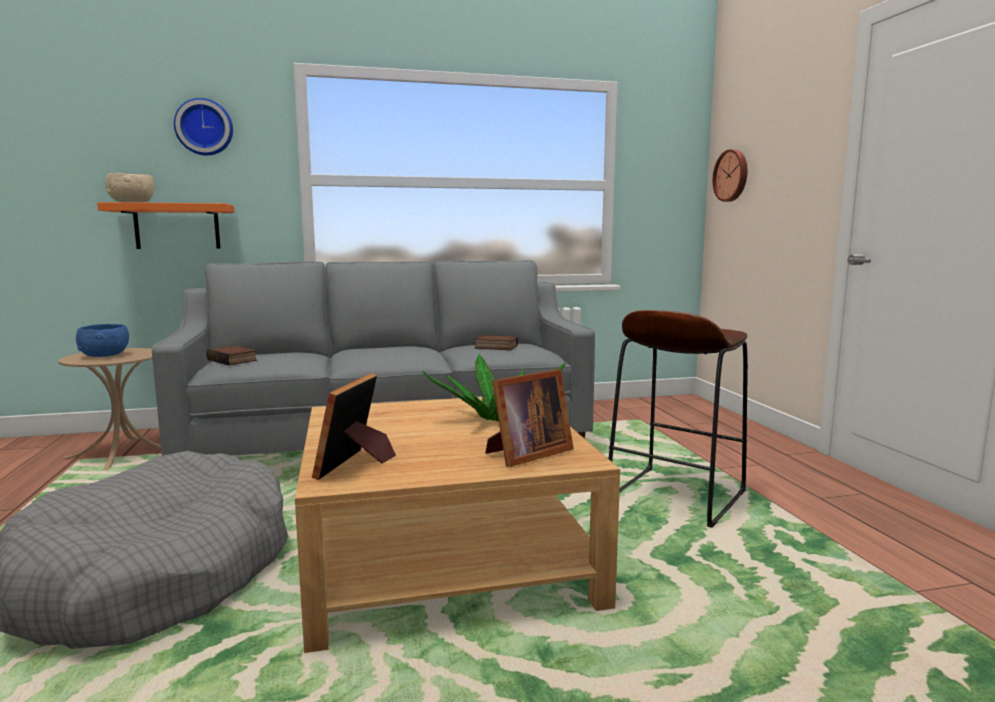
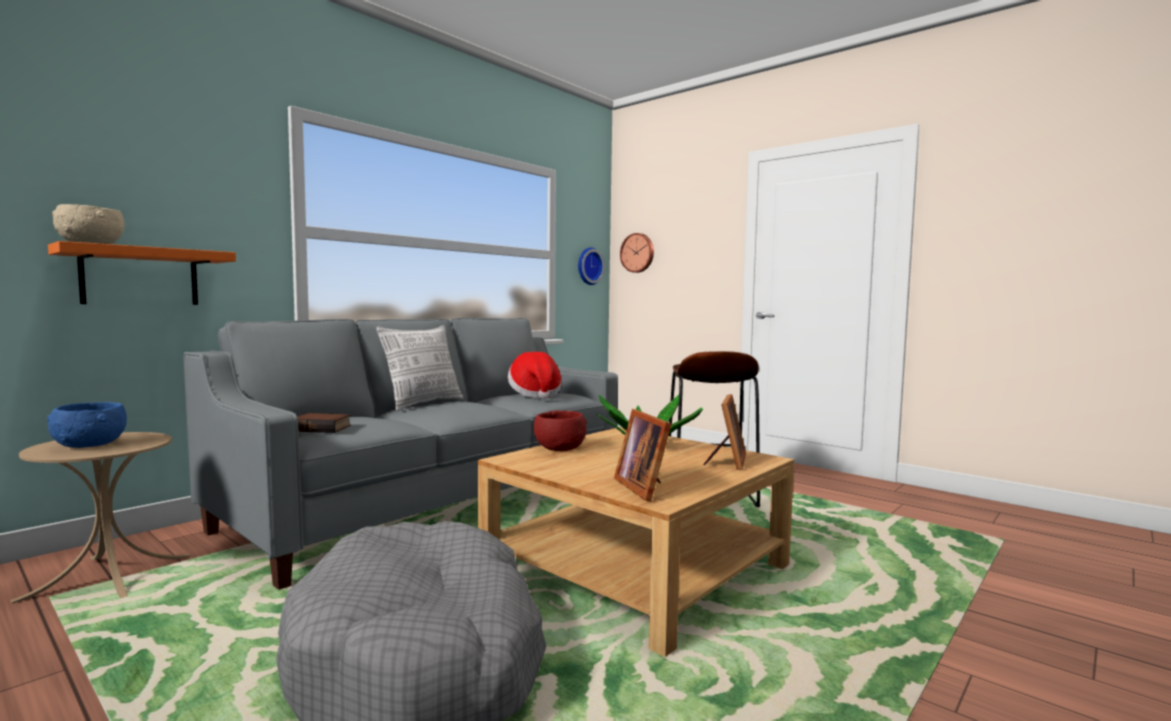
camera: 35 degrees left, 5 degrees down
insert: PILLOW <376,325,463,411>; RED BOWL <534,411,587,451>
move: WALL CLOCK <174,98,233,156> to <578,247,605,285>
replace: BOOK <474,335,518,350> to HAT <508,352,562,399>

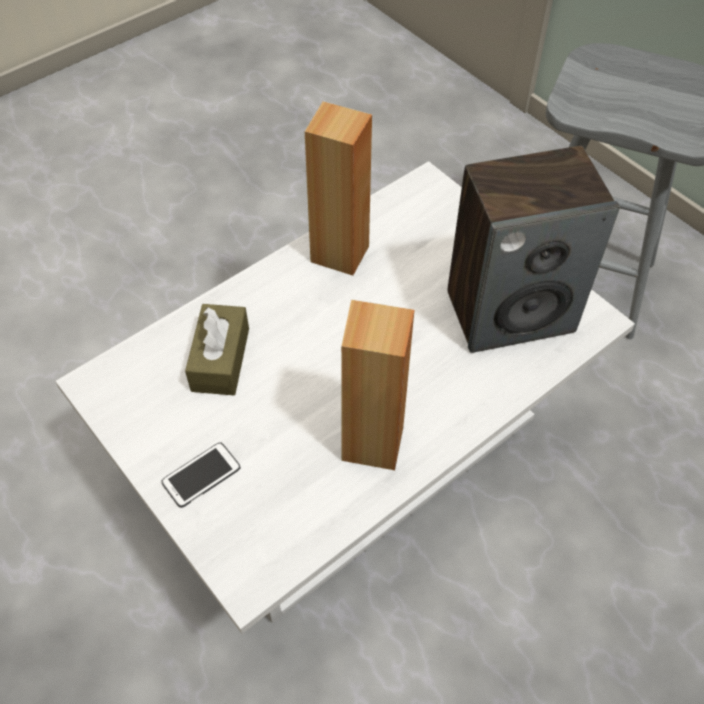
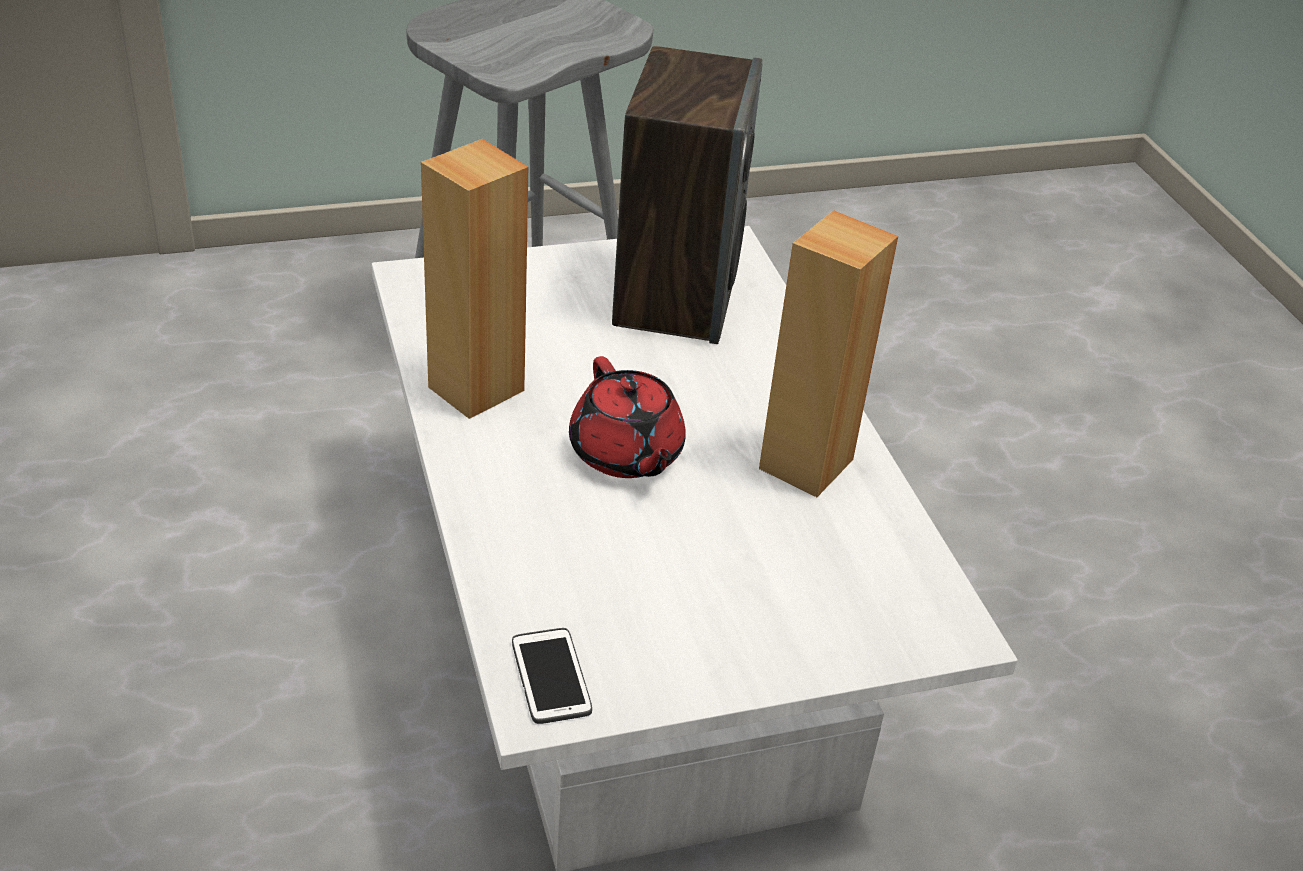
camera: 70 degrees left, 15 degrees down
delete: BROWN TISSUE BOX <185,304,249,395>
insert: RED TEAPOT <569,356,686,478>
move: PHONE <161,442,240,508> to <512,628,592,724>

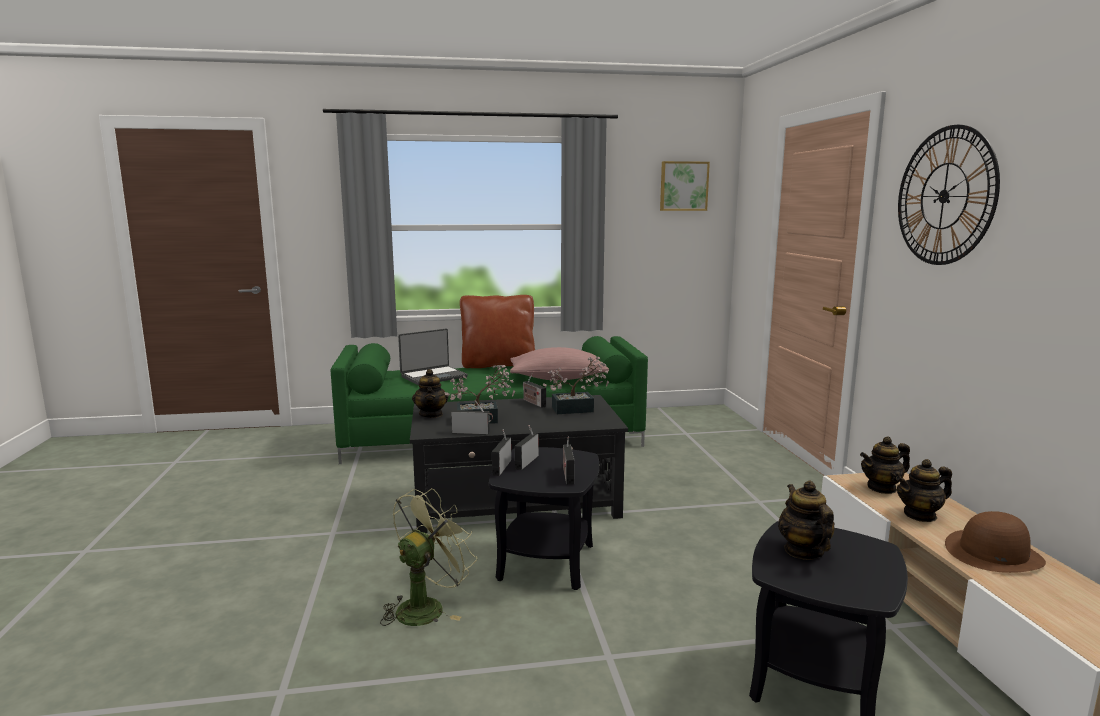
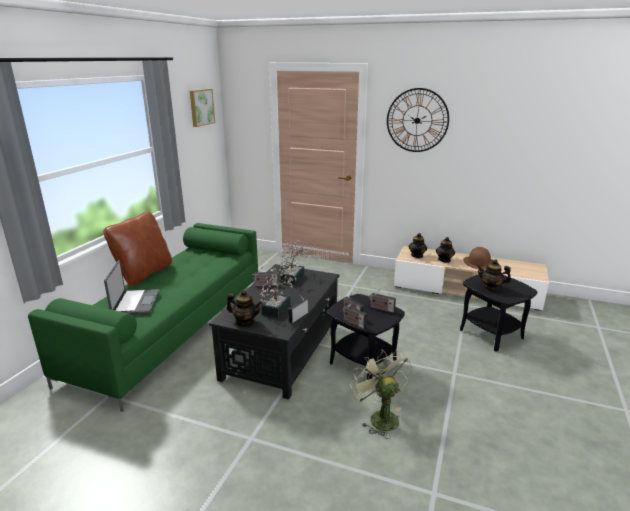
camera: 60 degrees left, 10 degrees up
delete: PINK PILLOW <510,347,609,380>

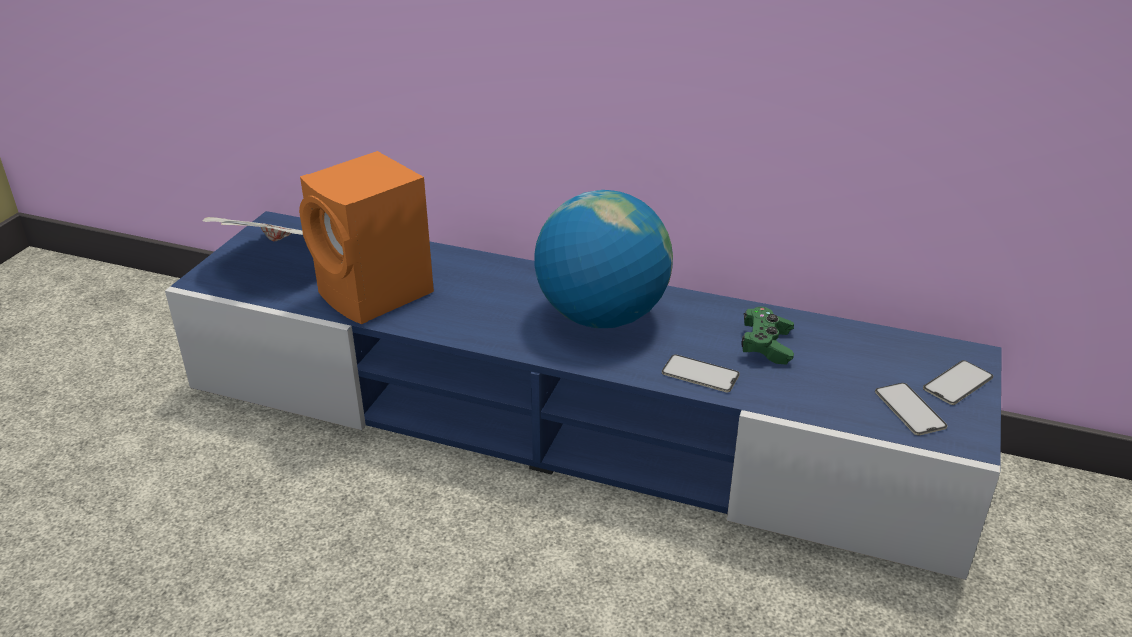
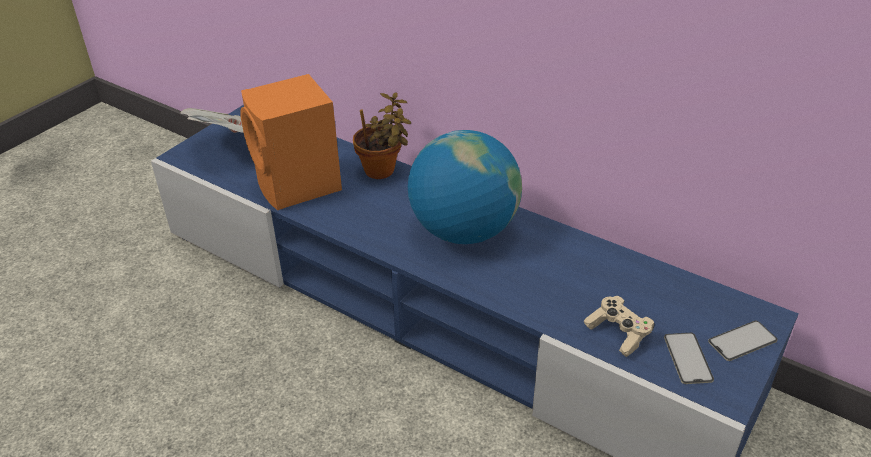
camera: 15 degrees right, 5 degrees up
delete: PHONE <662,354,740,392>; GREEN GAME CONTROLLER <741,307,794,365>
insert: POTTED PLANT <353,92,411,179>; BEIGE GAME CONTROLLER <584,296,655,357>

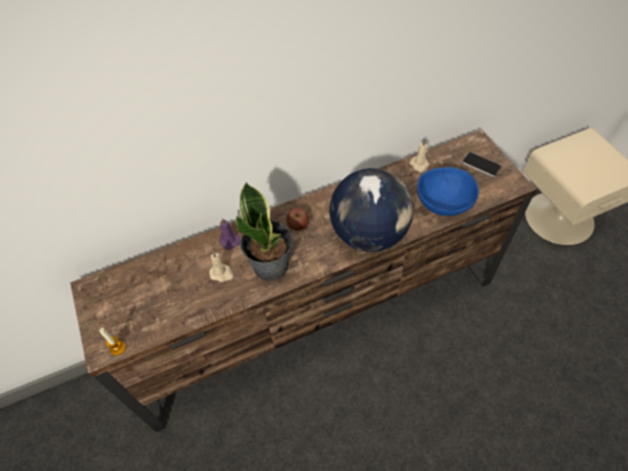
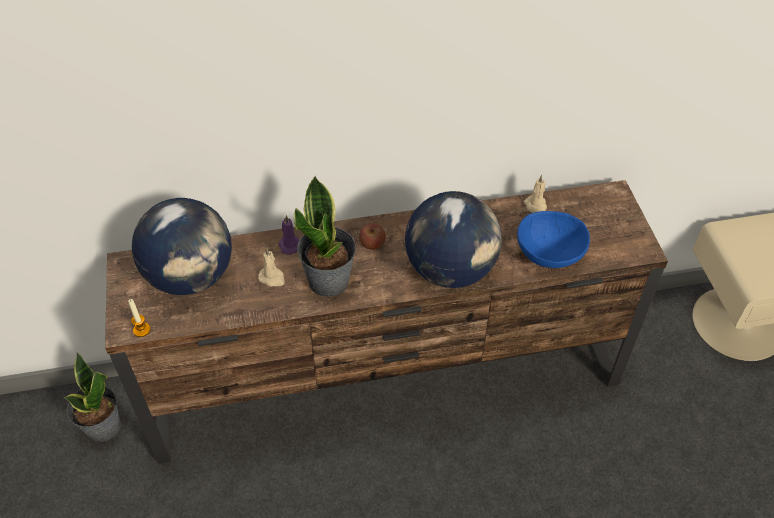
camera: 10 degrees right, 5 degrees down
delete: PHONE <462,152,502,177>
insert: POTTED PLANT <64,352,121,442>; GLOBE <132,198,232,295>

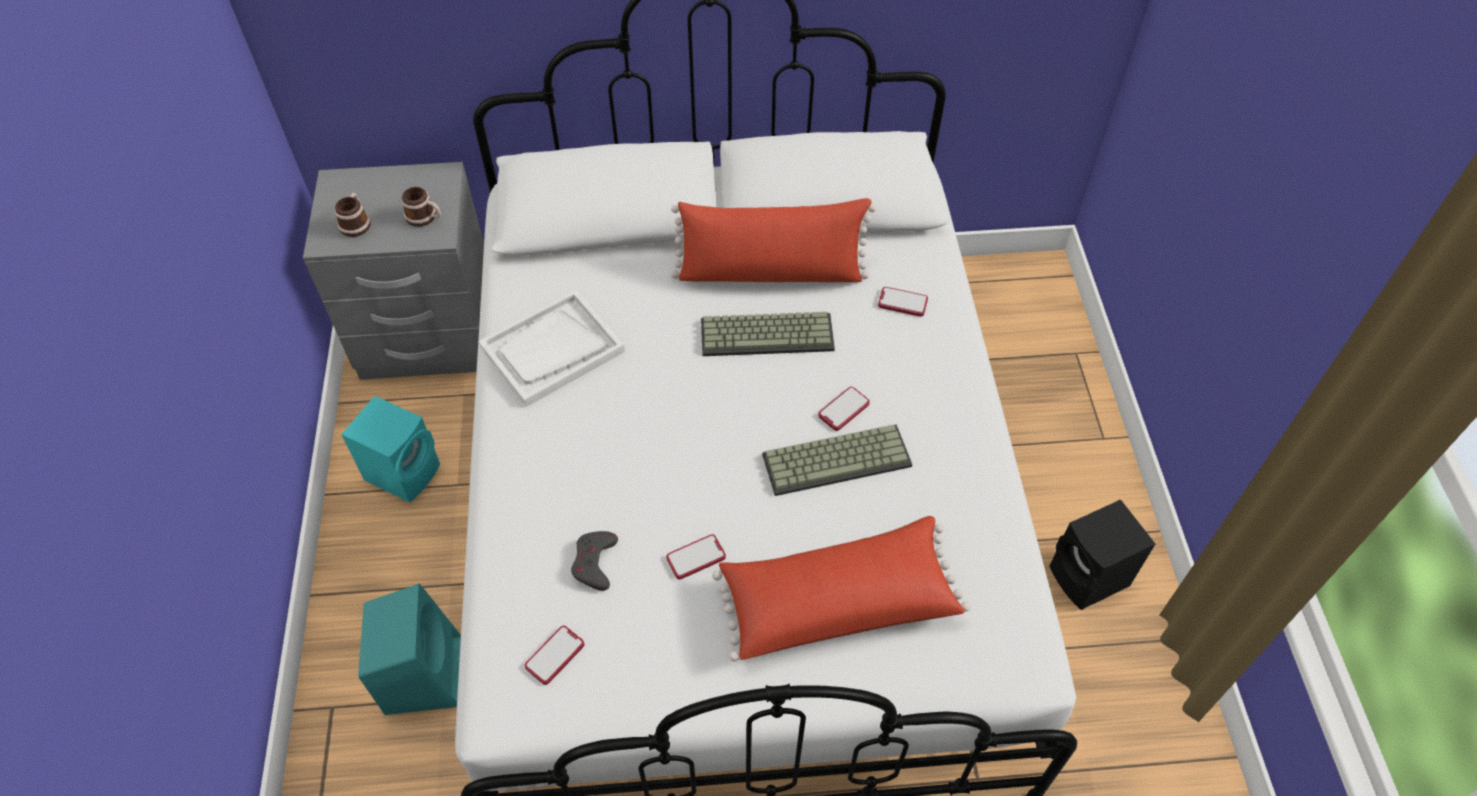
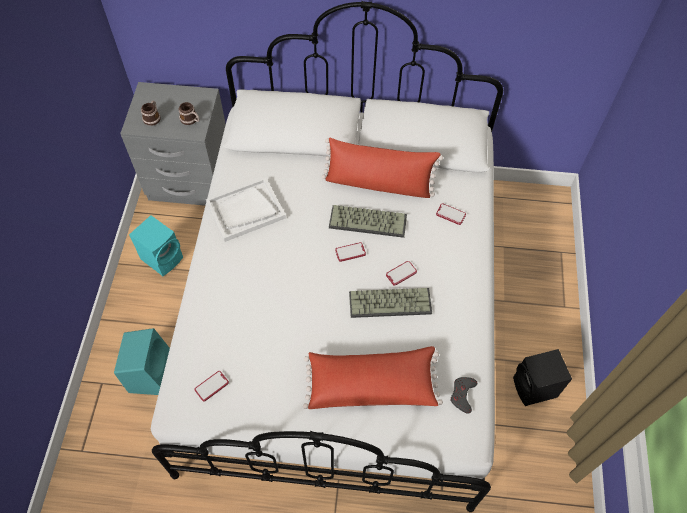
camera: 10 degrees right, 5 degrees up
move: PHONE <666,534,726,580> to <335,242,366,262>; GREY GAME CONTROLLER <571,531,618,591> to <450,377,477,414>

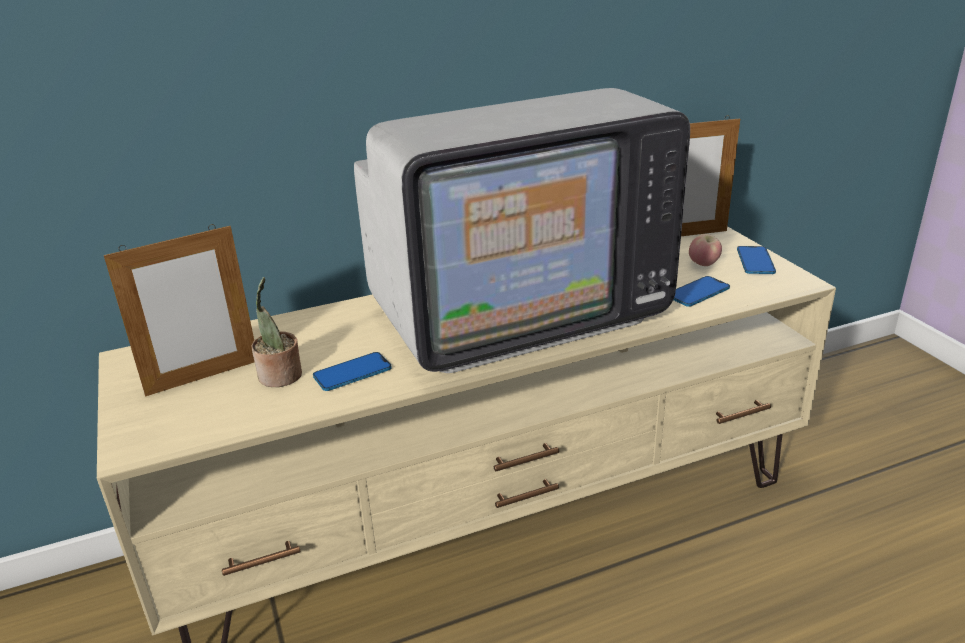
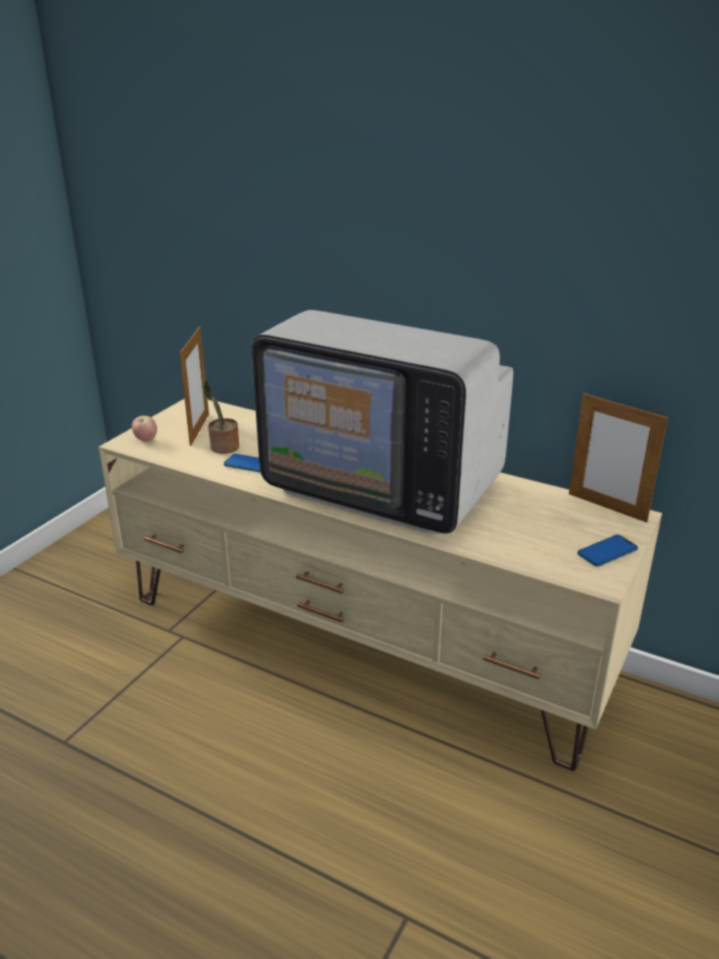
camera: 50 degrees right, 0 degrees up
delete: PHONE <674,276,730,307>
move: APPLE <689,234,722,266> to <132,416,157,441>
rotate: PICTURE FRAME <104,224,254,396> = <180,326,209,446> 105 degrees counterclockwise

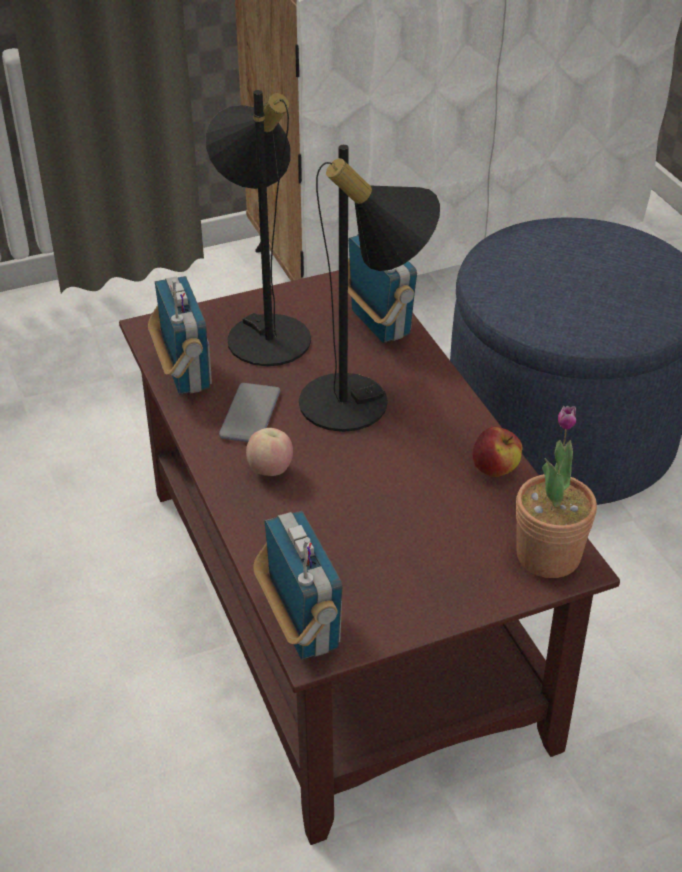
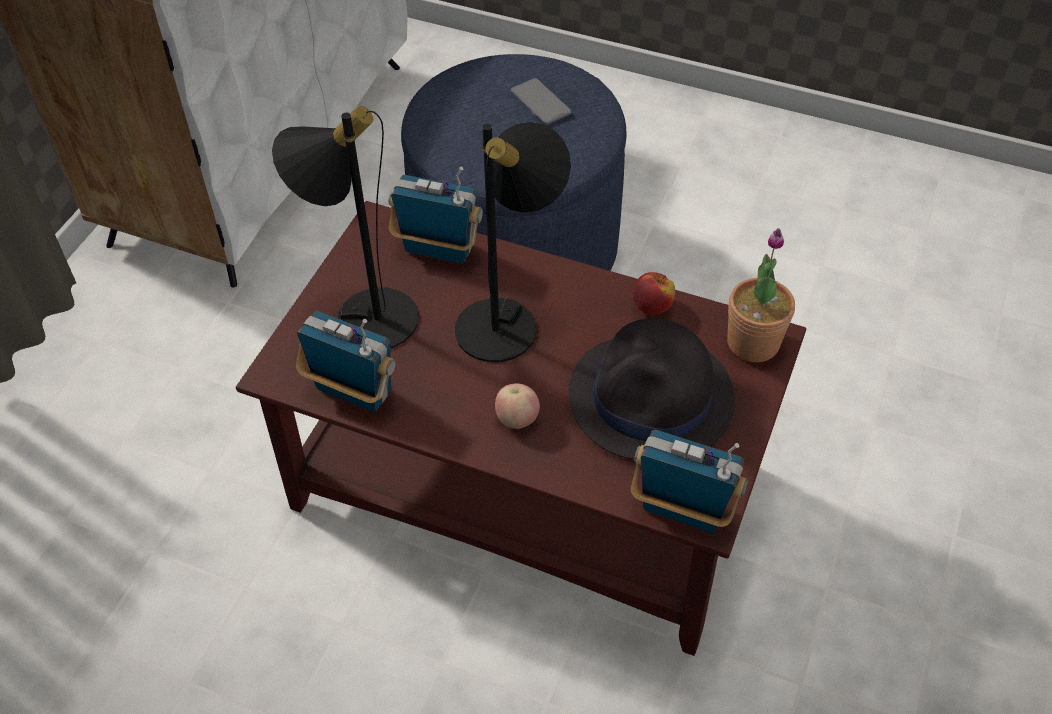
camera: 45 degrees left, 10 degrees up
insert: BLACK HAT <569,318,735,459>
move: PHONE <219,383,280,442> to <511,78,571,125>

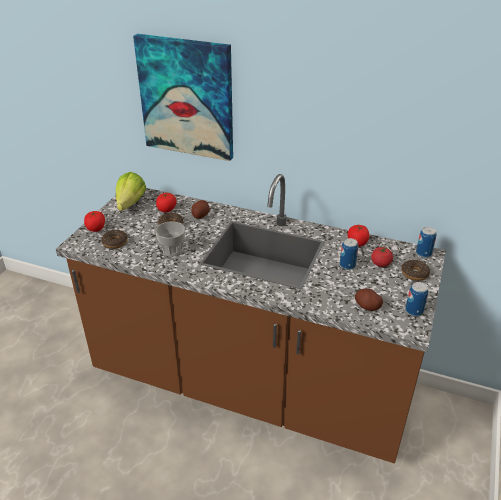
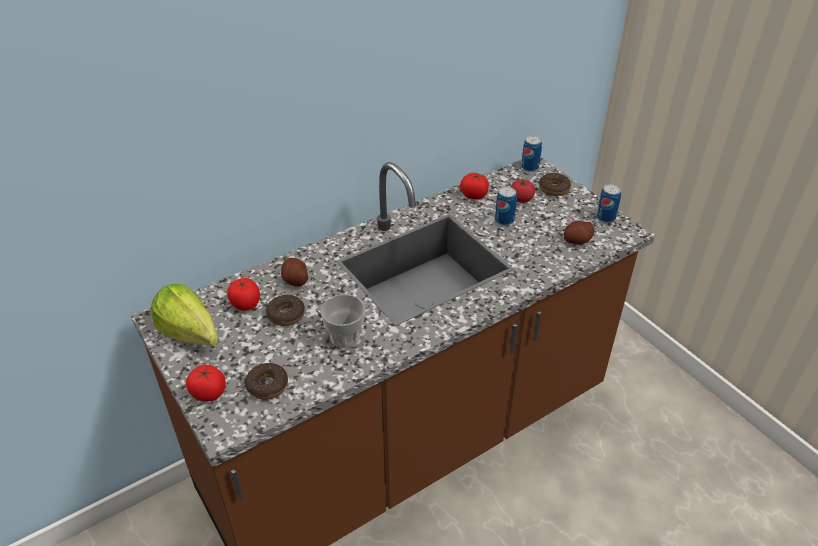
camera: 55 degrees left, 5 degrees up
delete: PICTURE <133,34,233,161>

